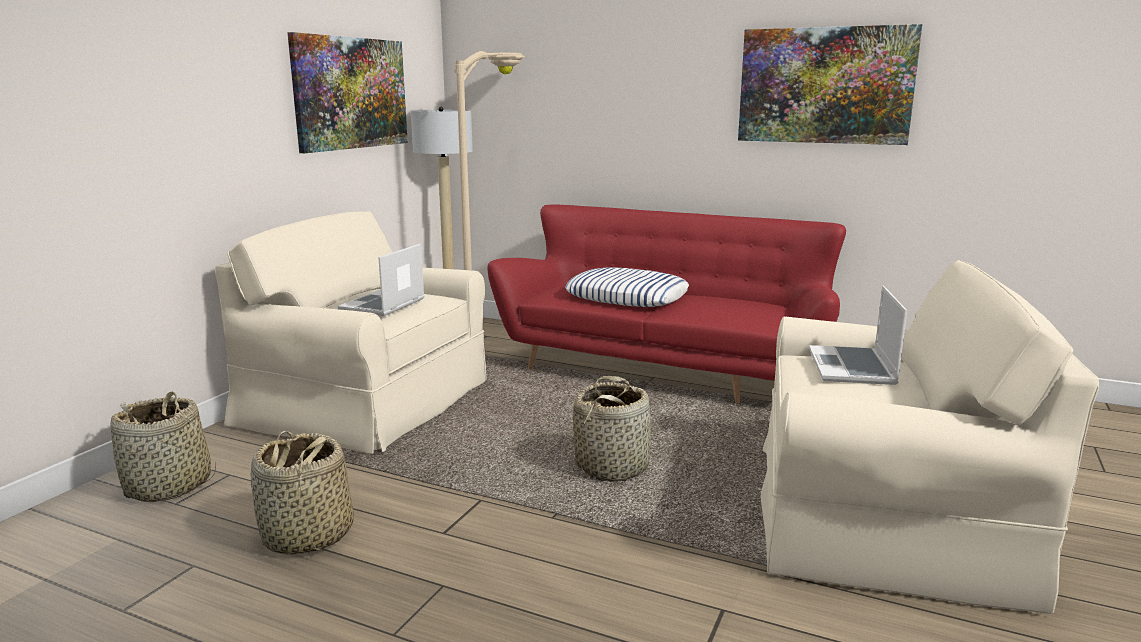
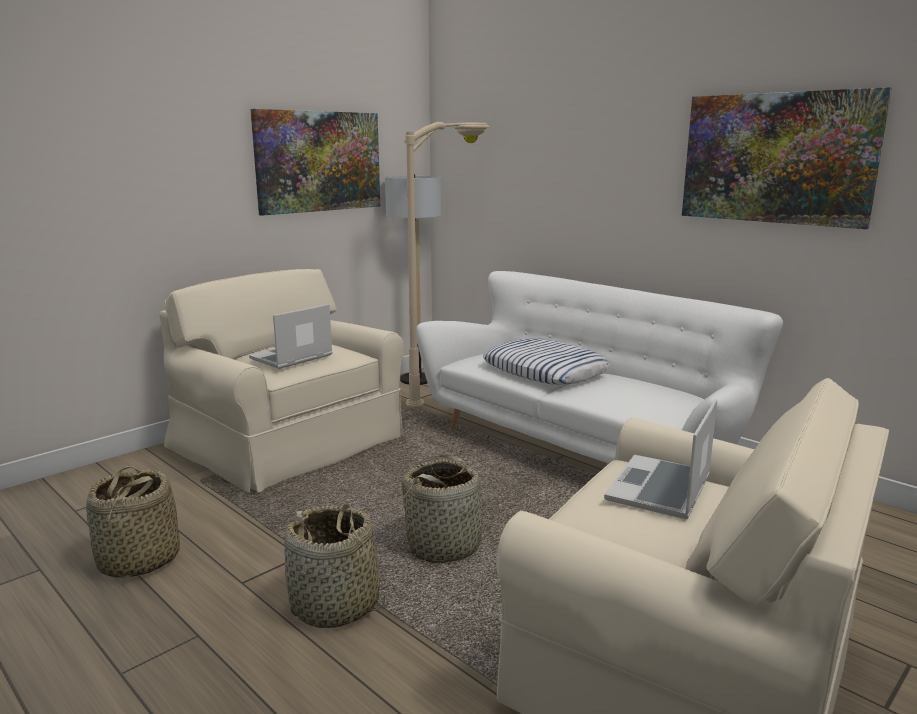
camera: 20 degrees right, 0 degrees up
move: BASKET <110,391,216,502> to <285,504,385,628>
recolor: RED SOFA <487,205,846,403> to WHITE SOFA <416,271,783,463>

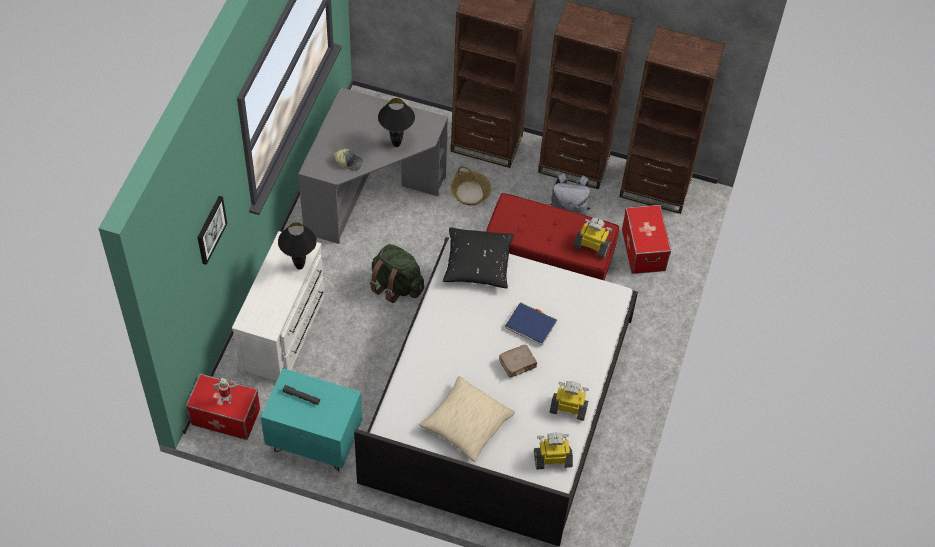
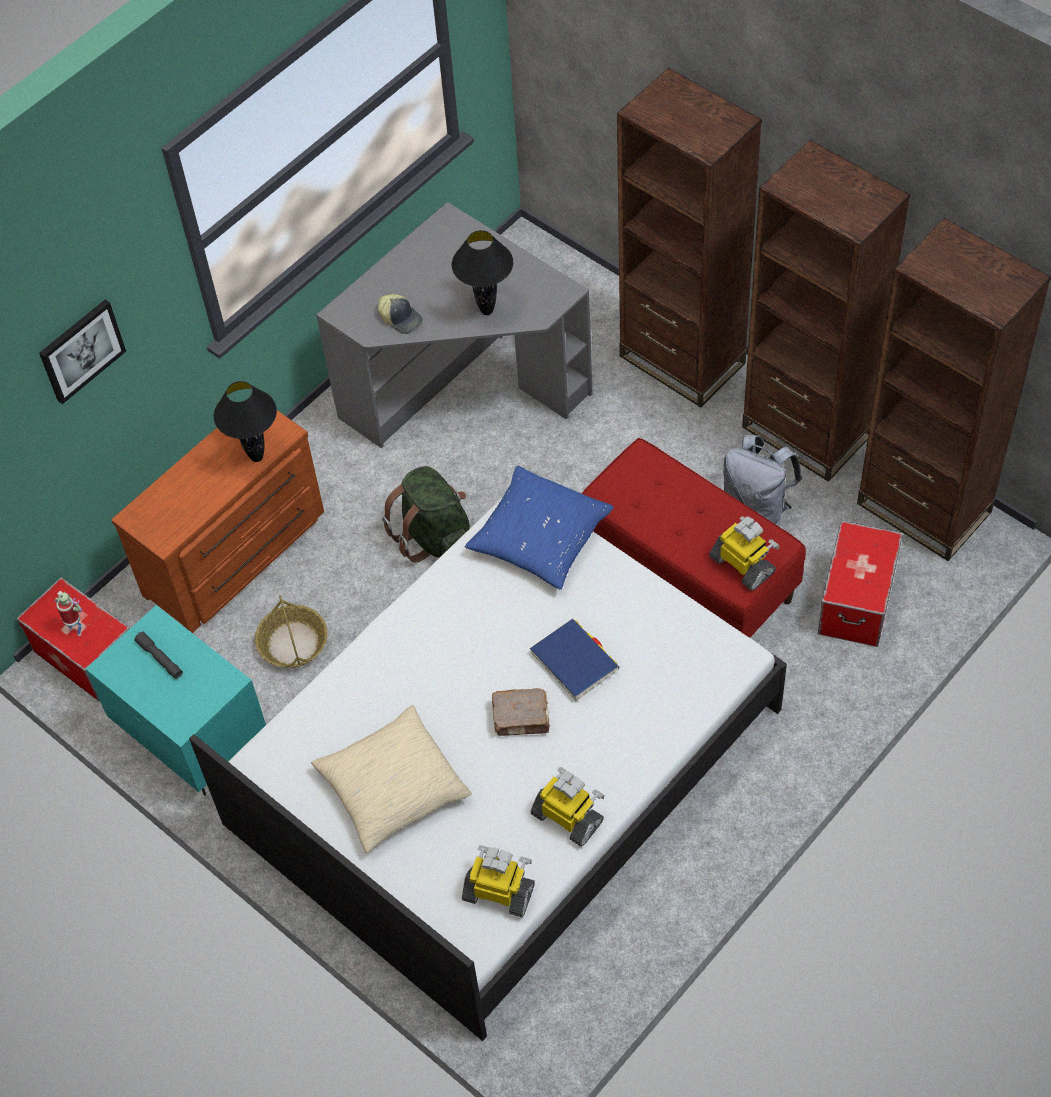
camera: 30 degrees right, 0 degrees up
move: BASKET <450,166,491,205> to <255,595,328,668>
recolor: WHITE DRESSER <232,231,324,382> to BROWN DRESSER <112,410,324,633>; BLACK PILLOW <443,228,514,288> to BLUE PILLOW <465,466,614,590>

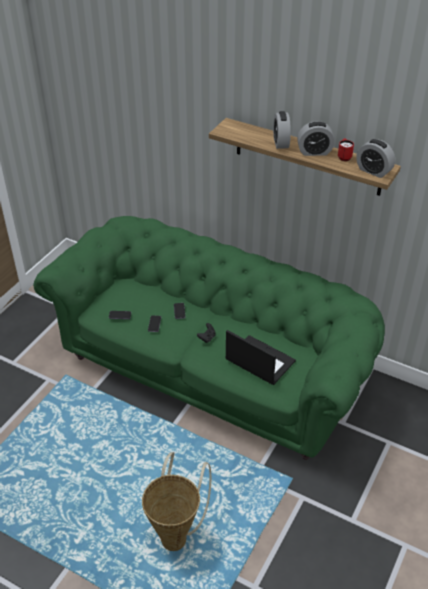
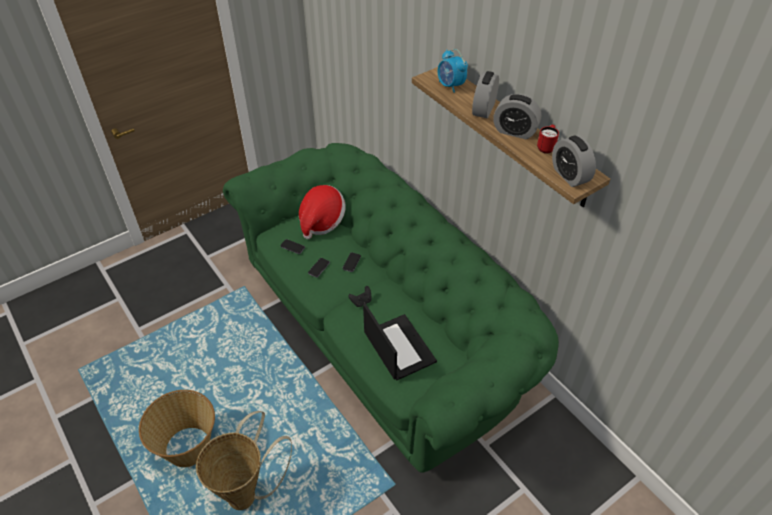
camera: 25 degrees right, 5 degrees up
insert: BASKET <139,390,215,467>; HAT <299,185,345,239>; ALARM CLOCK <437,49,468,93>

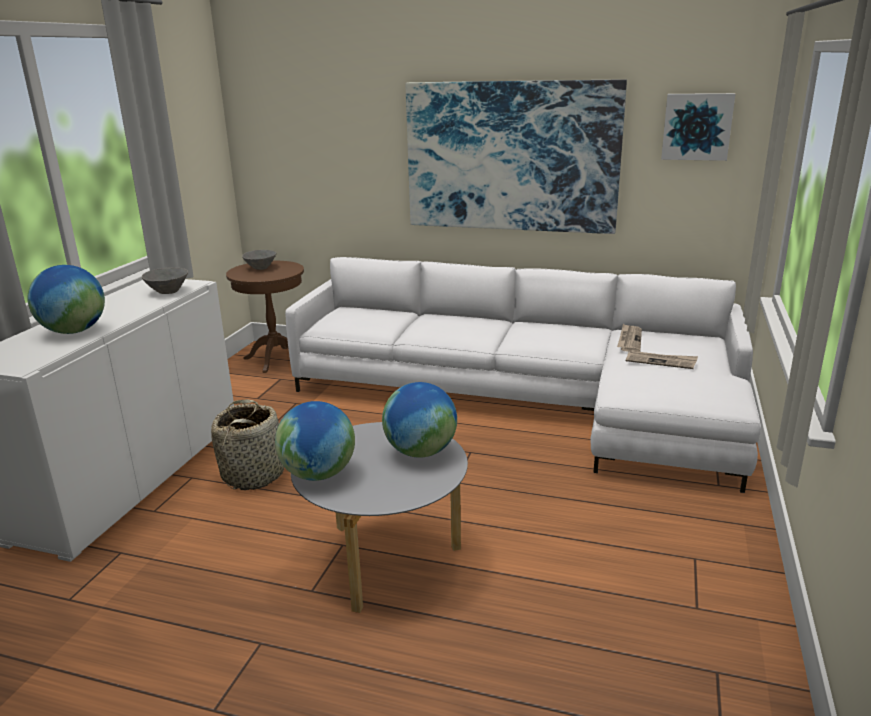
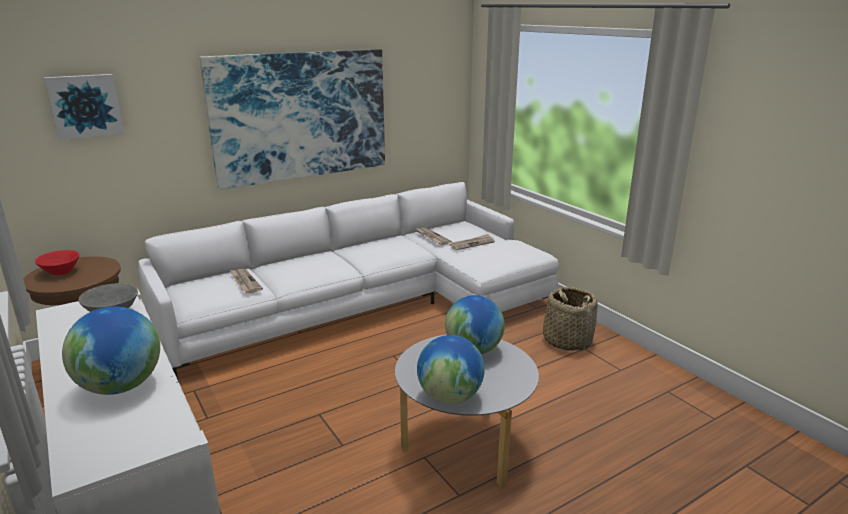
camera: 50 degrees left, 0 degrees up
insert: NEWSPAPER <230,269,263,293>
move: PICTURE <661,93,735,161> to <44,74,124,140>; BASKET <211,399,284,490> to <543,285,598,351>
recolor: GREY BOWL <242,250,276,270> to RED BOWL <35,250,79,275>

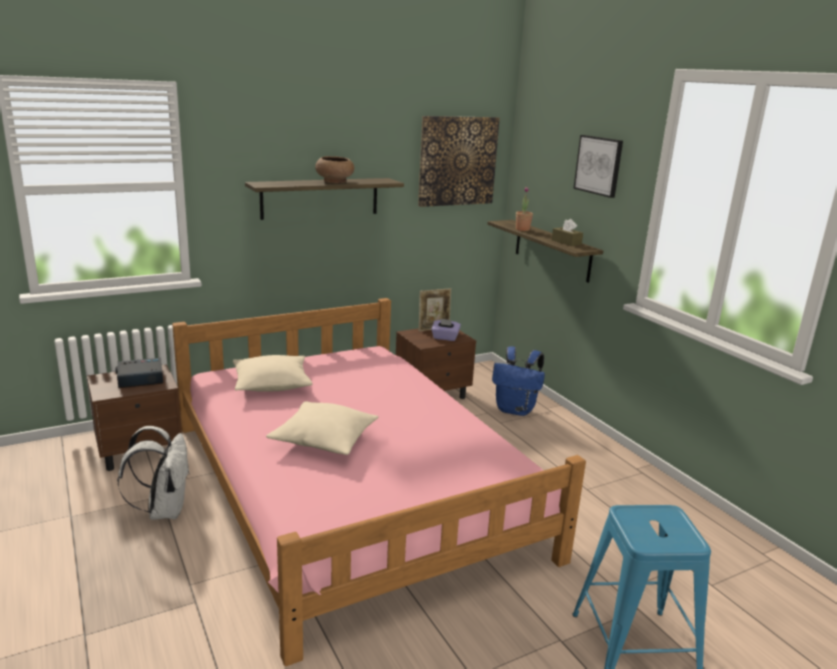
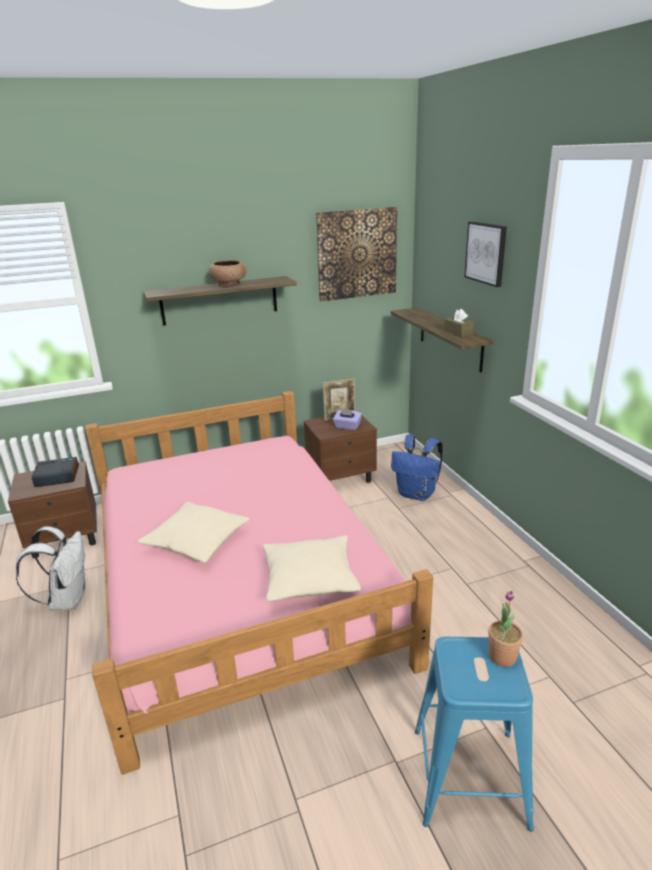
camera: 10 degrees right, 5 degrees up
move: BEIGE PILLOW <233,355,312,392> to <263,535,361,601>; POTTED PLANT <516,187,533,231> to <488,591,523,667>

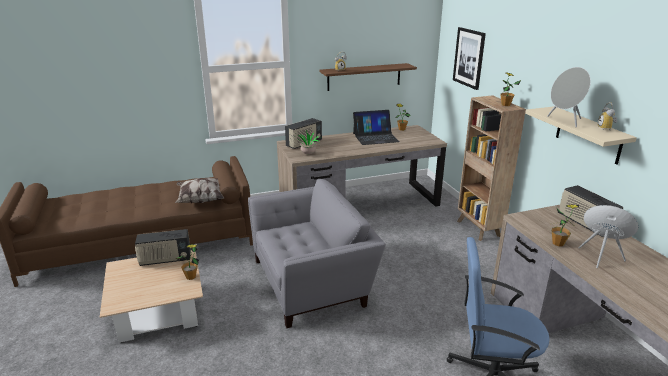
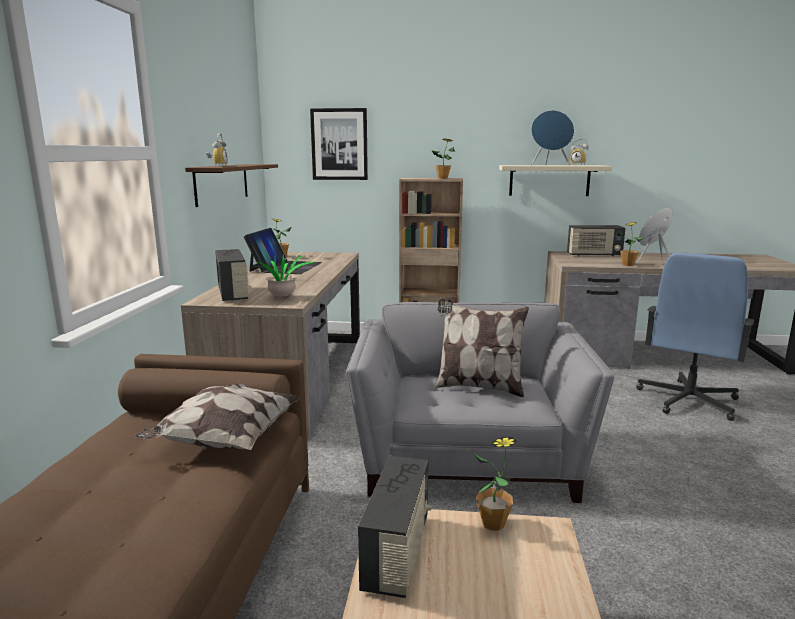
camera: 65 degrees left, 10 degrees down
insert: PILLOW <434,298,529,397>
recolor: GREY SPEAKER <547,67,591,127> to BLUE SPEAKER <531,110,574,166>

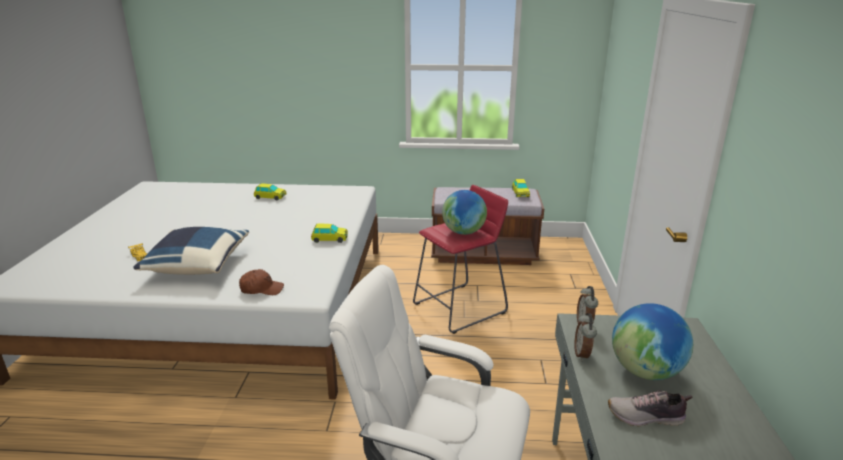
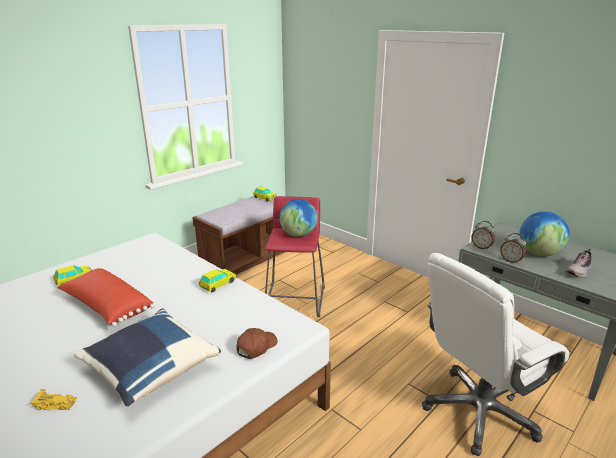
camera: 50 degrees left, 0 degrees up
insert: RED PILLOW <58,268,155,327>

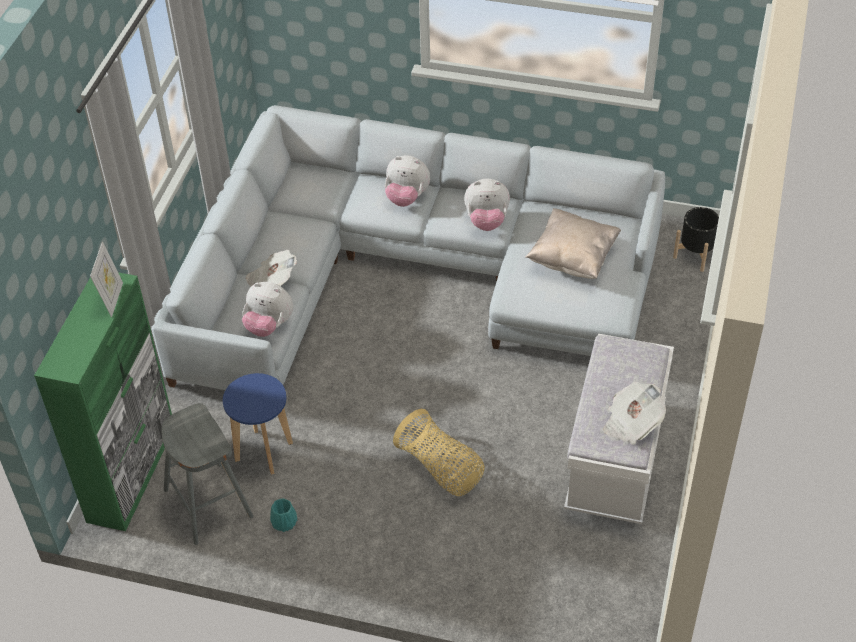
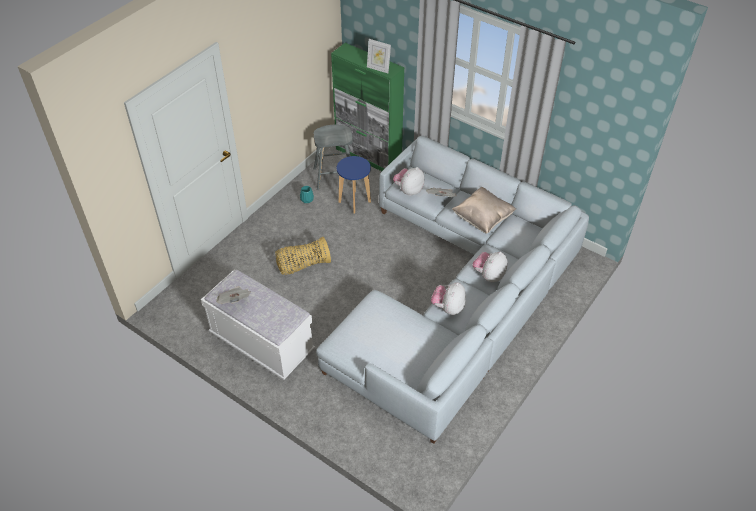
camera: 110 degrees right, 0 degrees up
delete: BLACK PLANTER <673,207,719,272>
move: BEIGE PILLOW <526,208,621,279> to <452,187,516,234>

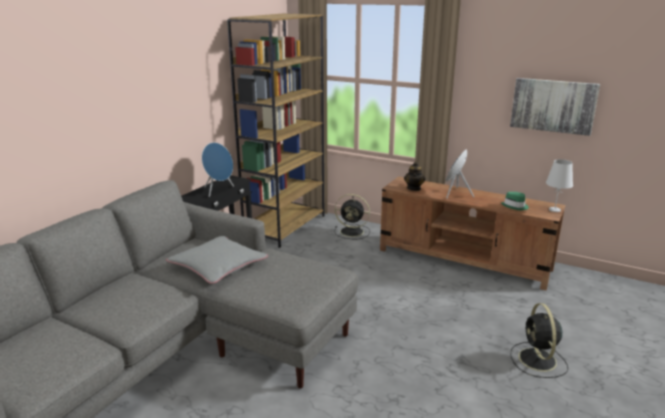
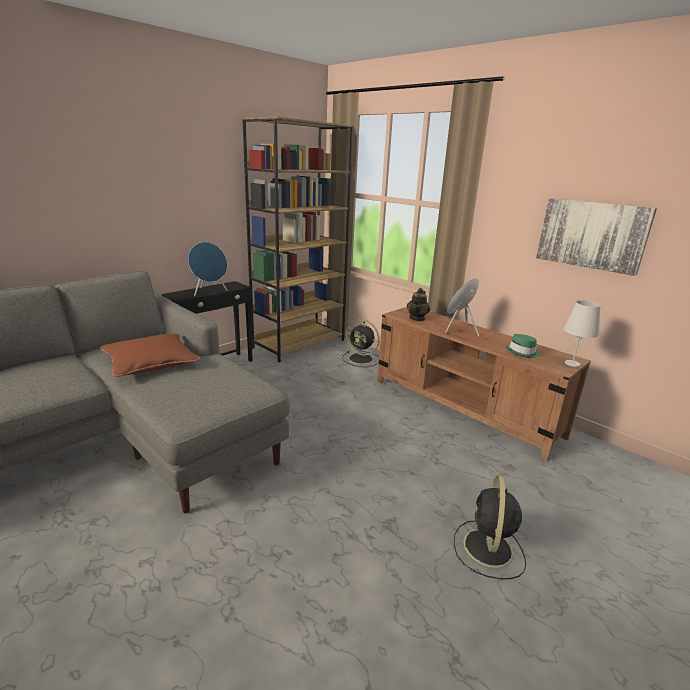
camera: 15 degrees right, 0 degrees up
recolor: GREY PILLOW <166,236,268,284> to BROWN PILLOW <100,334,200,377>

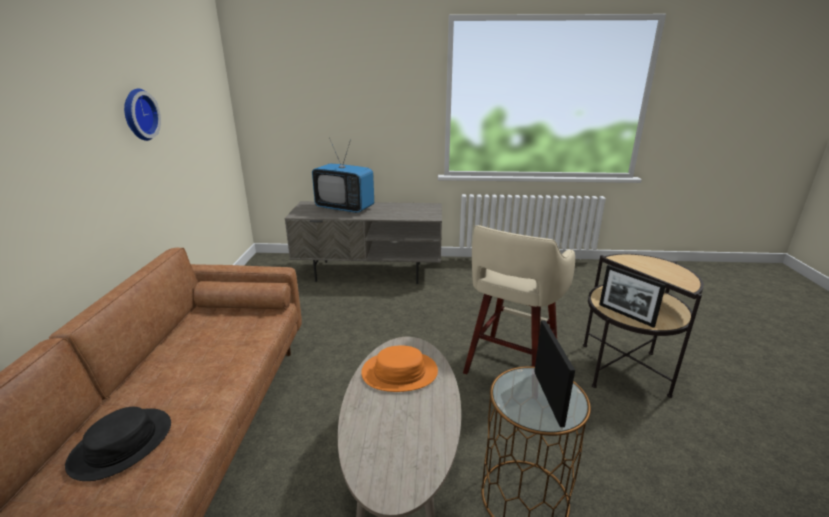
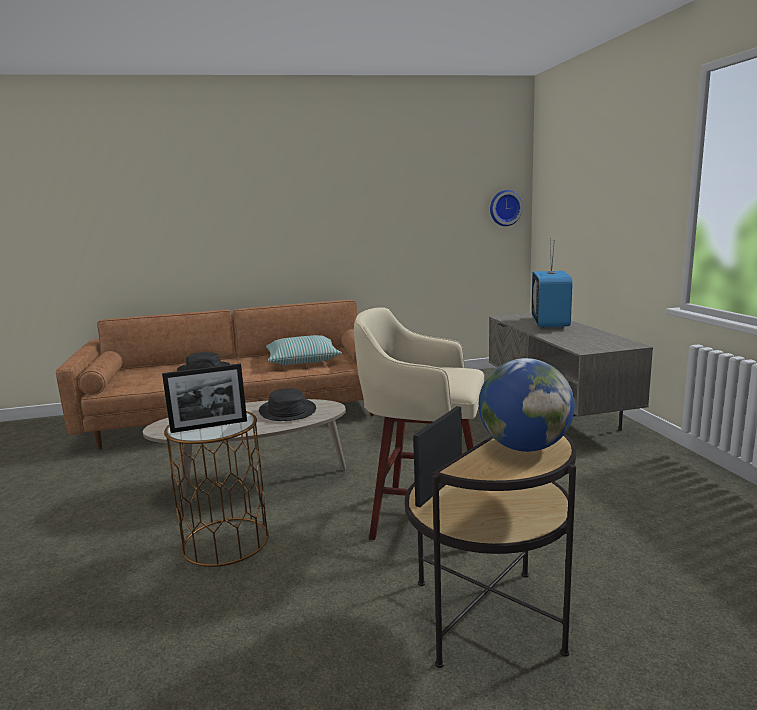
camera: 75 degrees right, 10 degrees down
insert: PILLOW <266,335,342,365>; GLOBE <479,358,575,452>
move: WALL CLOCK <124,89,161,141> to <490,190,523,226>
recolor: ORANGE HAT <361,345,438,392> to BLACK HAT <259,388,316,421>

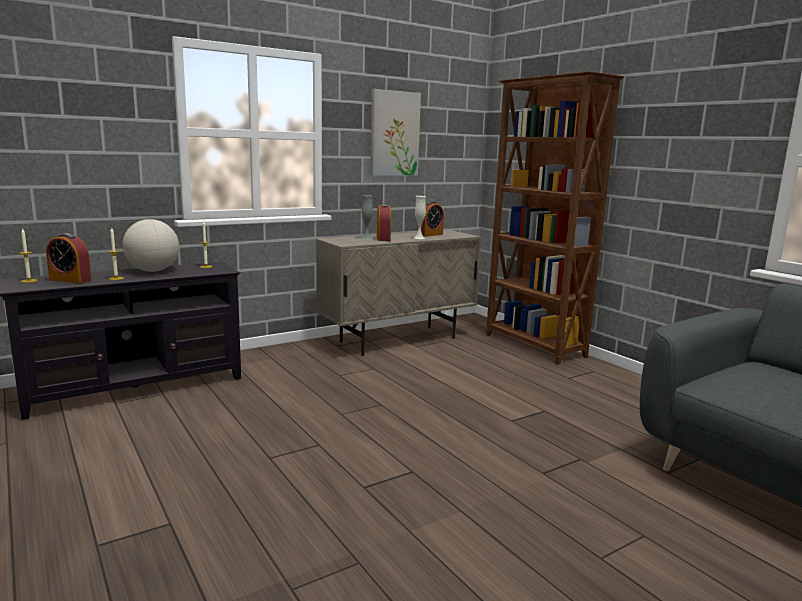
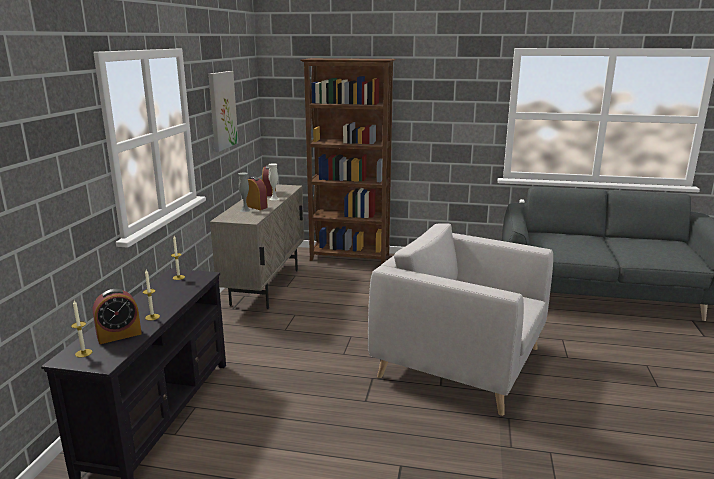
camera: 45 degrees left, 5 degrees up
delete: GLOBE <122,219,179,272>
insert: GREY ARMCHAIR <368,223,553,416>

